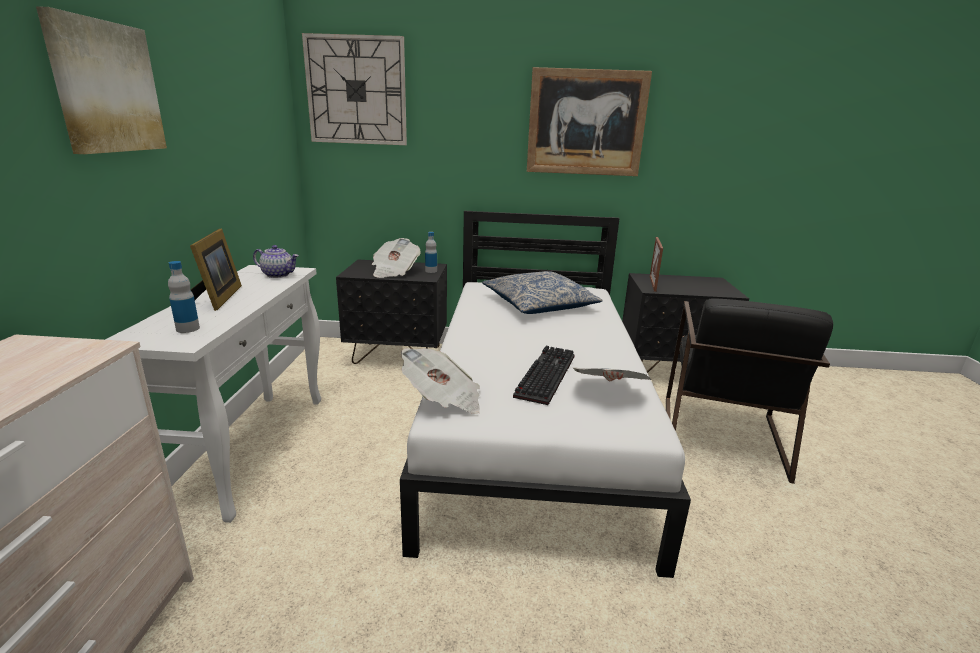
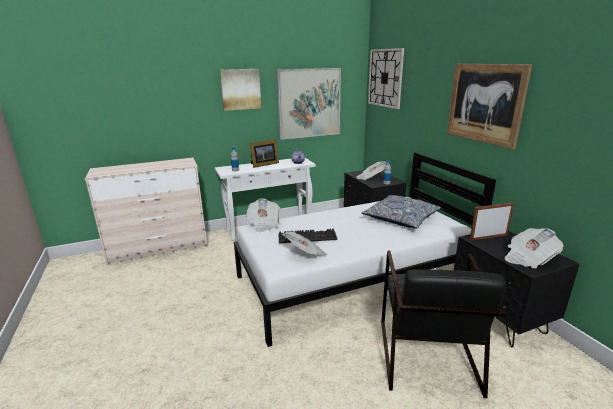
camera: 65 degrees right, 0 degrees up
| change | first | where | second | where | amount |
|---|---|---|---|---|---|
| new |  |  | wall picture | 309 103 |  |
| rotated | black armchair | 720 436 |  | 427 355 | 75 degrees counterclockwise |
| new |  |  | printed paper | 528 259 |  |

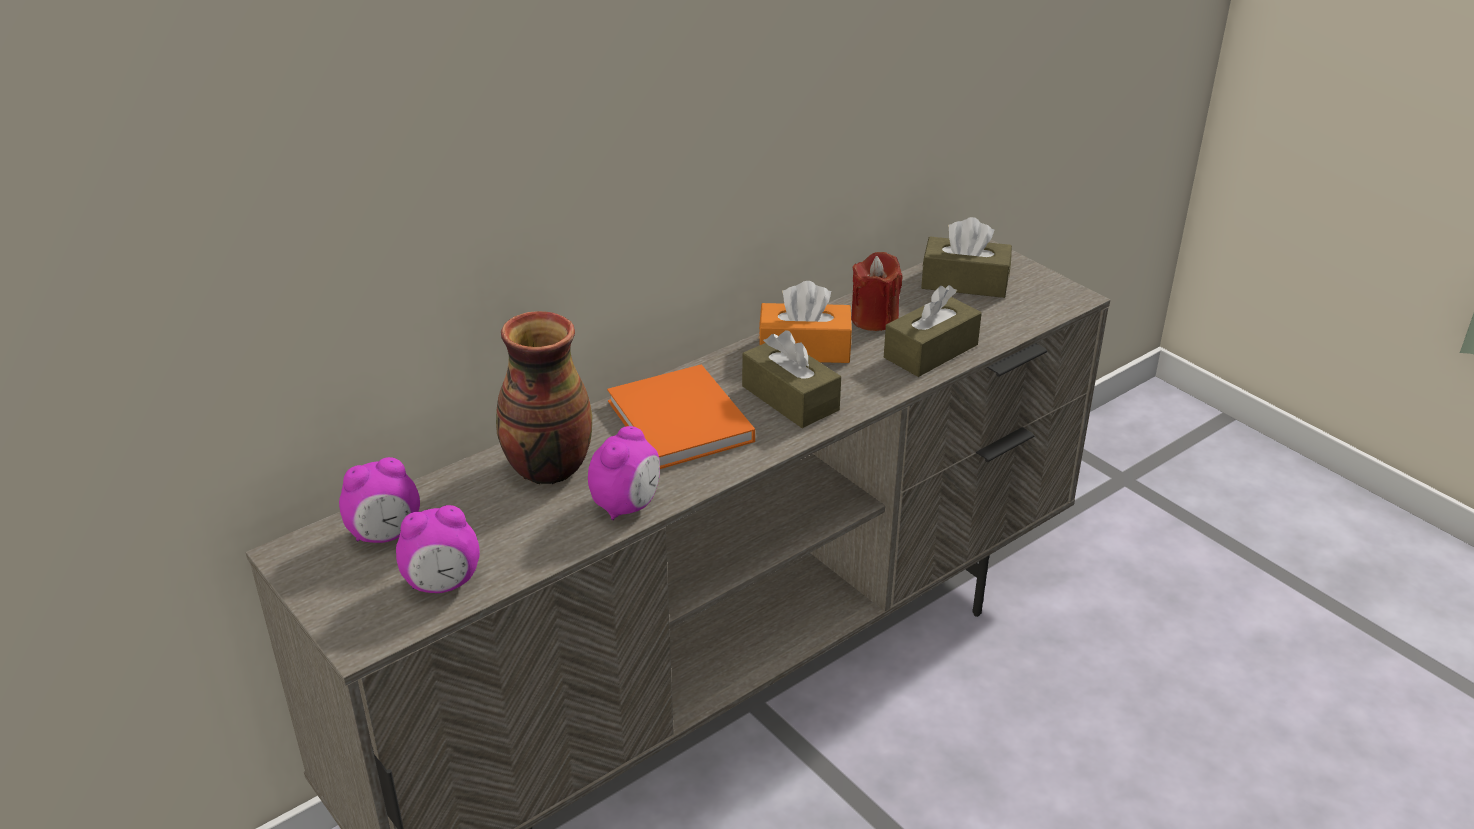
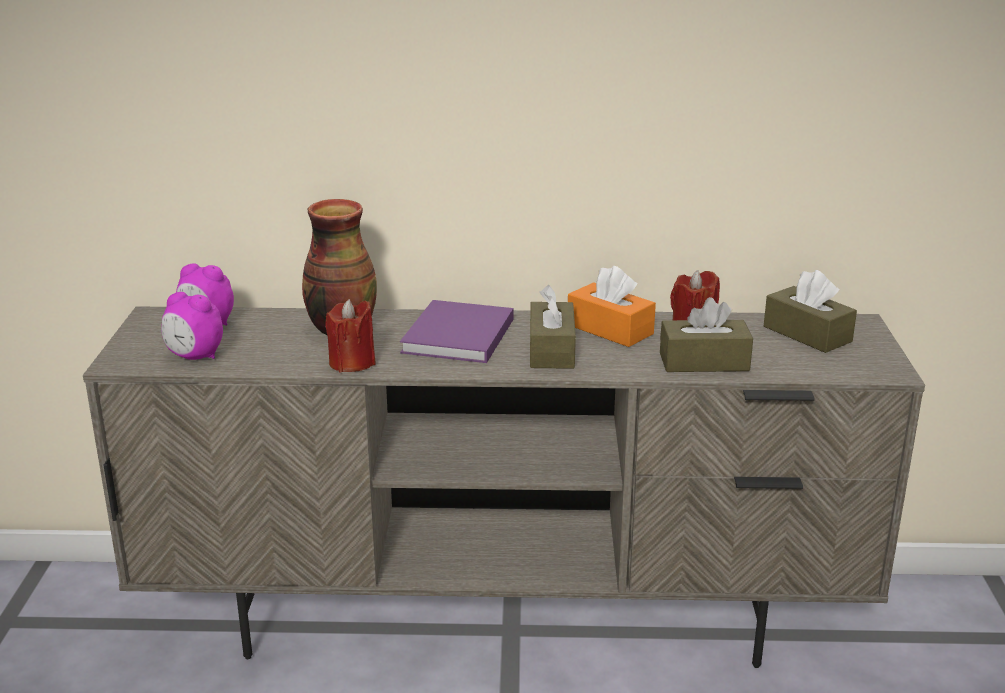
camera: 40 degrees right, 10 degrees down
| change | first | where | second | where | amount |
|---|---|---|---|---|---|
| swapped | table clock | 627 506 | red wax candle | 352 363 |  |
| repainted | orangey volume | 682 423 | purple-coloured volume | 457 337 |  |

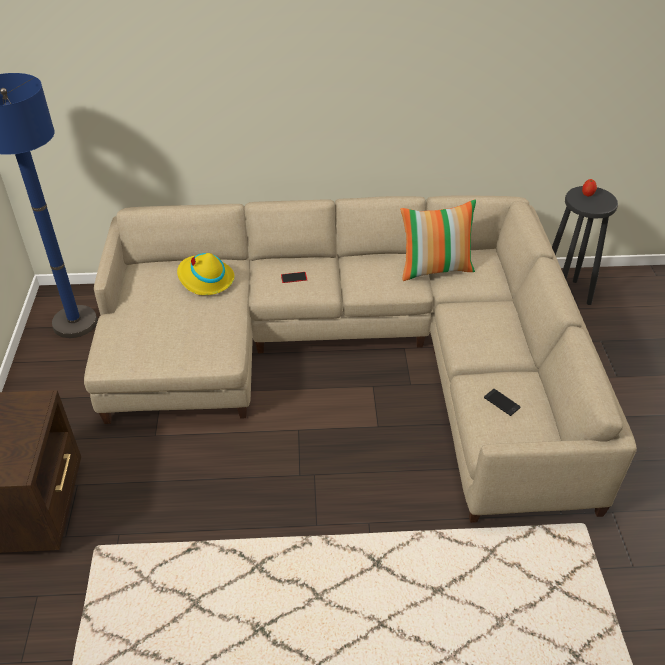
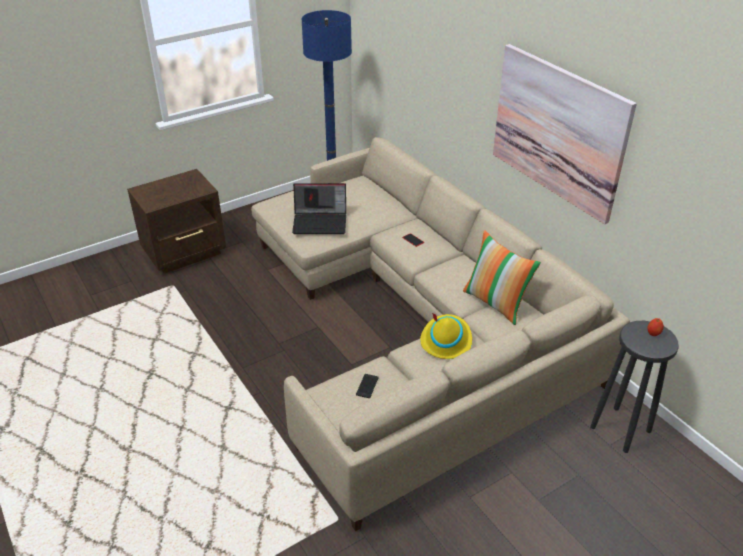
camera: 60 degrees right, 5 degrees down
| change | first | where | second | where | amount |
|---|---|---|---|---|---|
| new |  |  | laptop | 320 222 |  |
| shifted | yellowish hat | 205 279 |  | 446 340 |  |
| new |  |  | wall picture | 558 131 |  |

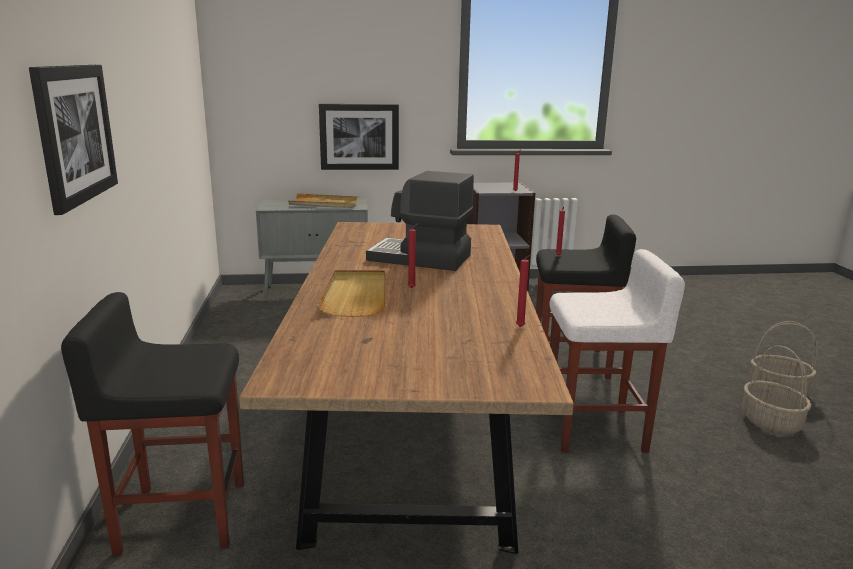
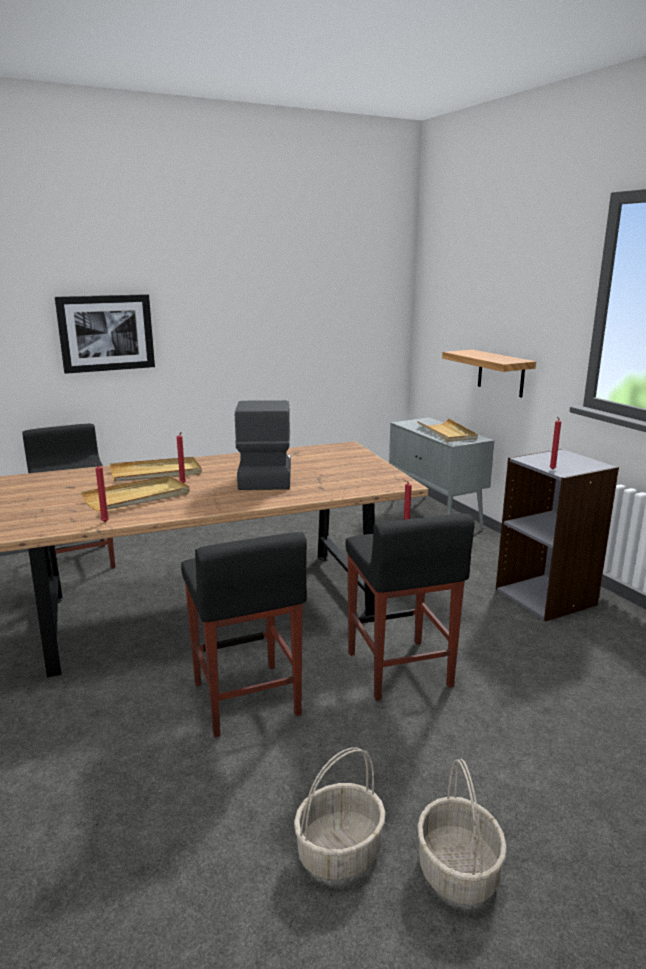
camera: 70 degrees right, 0 degrees up
| change | first | where | second | where | amount |
|---|---|---|---|---|---|
| new |  |  | sand-coloured tray | 137 497 |  |
| repainted | whitish sitting stool | 596 430 | black sitting stool | 246 699 |  |
| swapped | wall picture | 359 137 | bracket shelf | 501 373 |  |

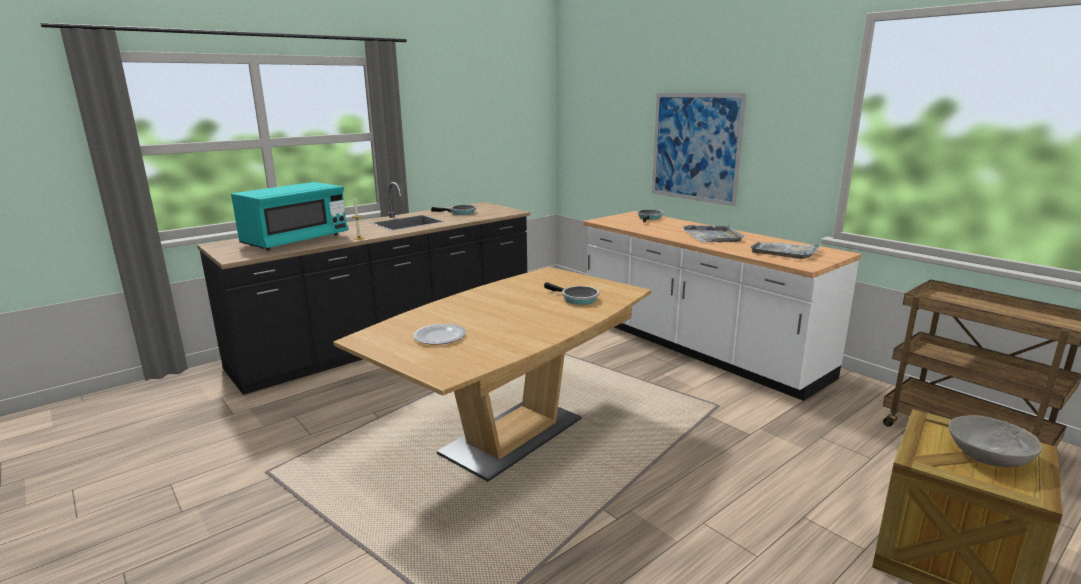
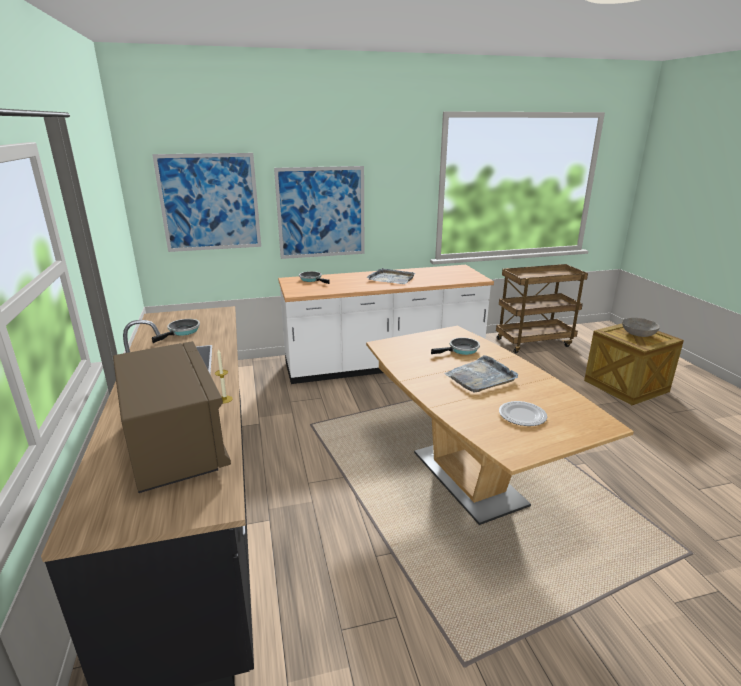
camera: 65 degrees left, 5 degrees up
| change | first | where | second | where | amount |
|---|---|---|---|---|---|
| repainted | blue-green microwave | 296 241 | brownish microwave | 175 445 |  |
| new |  |  | wall picture | 210 202 |  |
| shifted | grey tray | 785 252 |  | 481 377 |  |

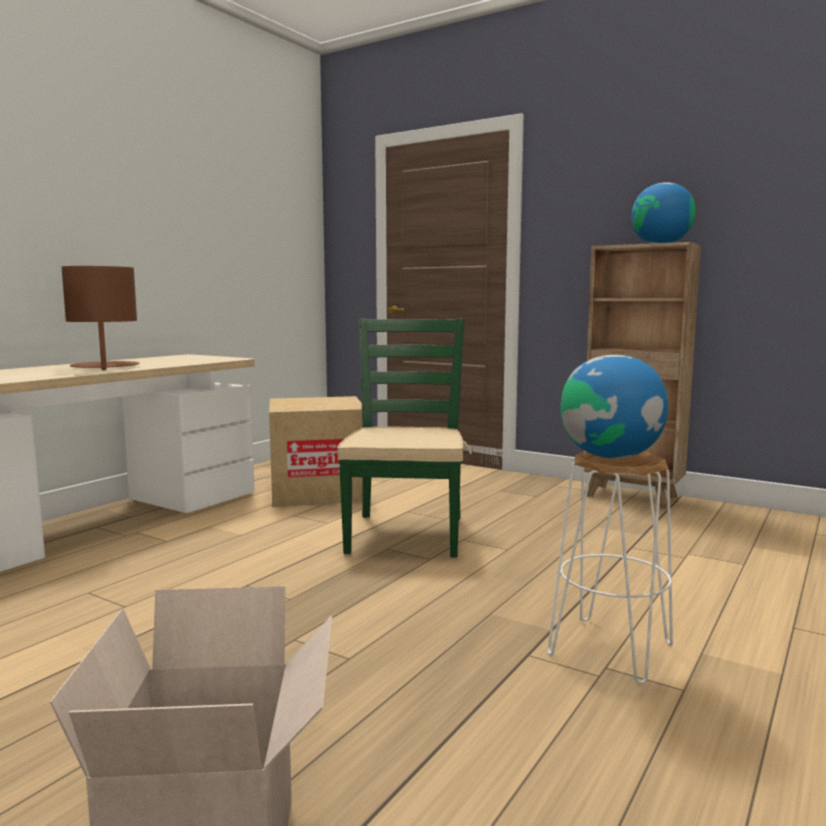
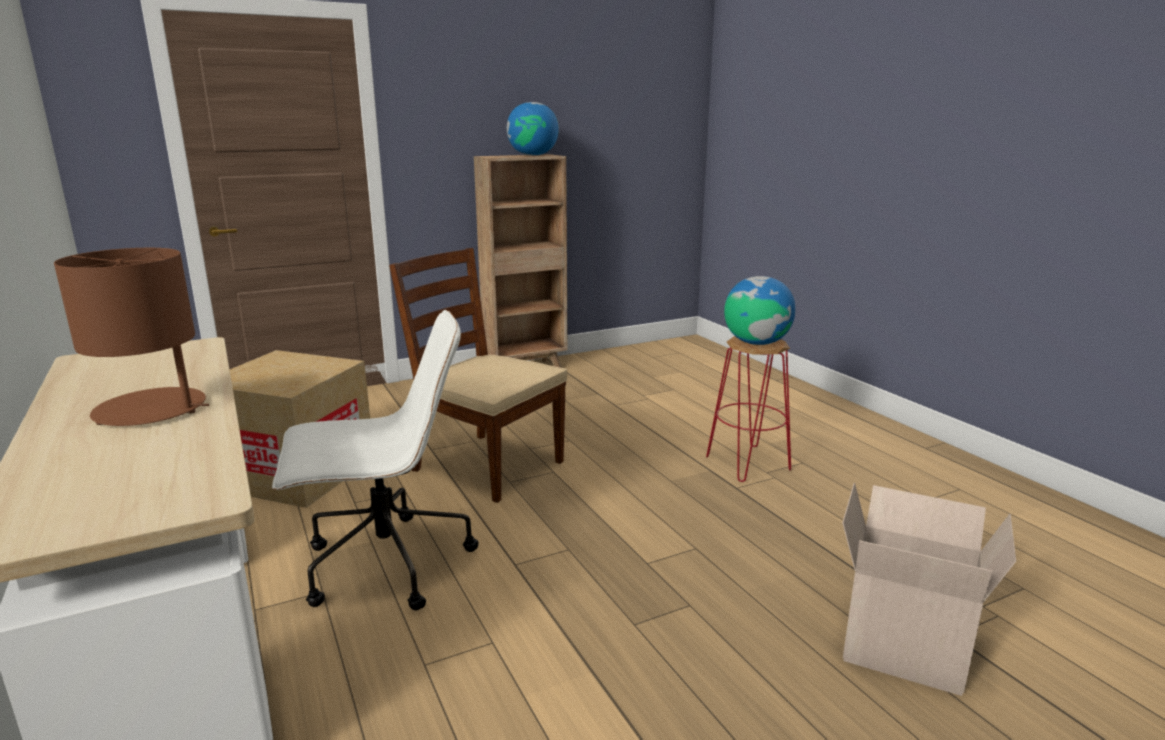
camera: 60 degrees left, 10 degrees up
| change | first | where | second | where | amount |
|---|---|---|---|---|---|
| new |  |  | whitish office chair | 384 565 |  |
| repainted | green upright chair | 406 534 | brownish upright chair | 486 465 |  |
| repainted | whitish sitting stool | 610 649 | red sitting stool | 747 463 |  |

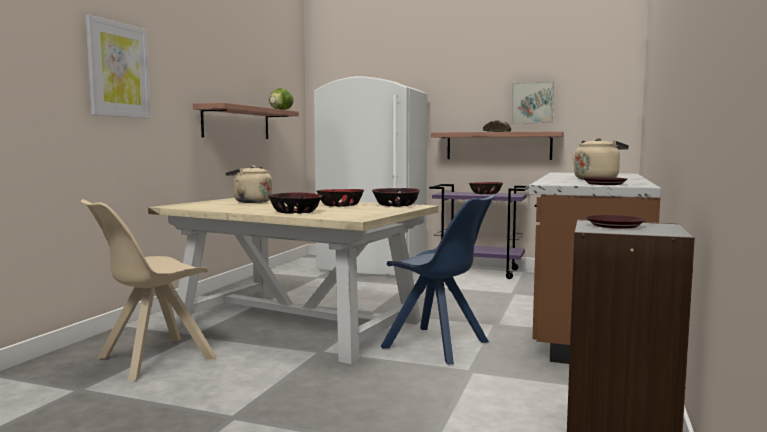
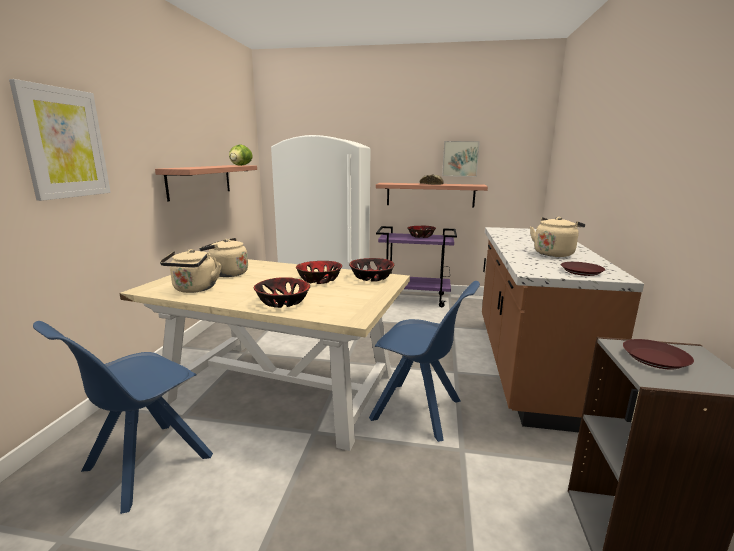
camera: 10 degrees left, 10 degrees up
| change | first | where | second | where | amount |
|---|---|---|---|---|---|
| repainted | sand-coloured upright chair | 153 359 | blue upright chair | 145 465 |  |
| new |  |  | sand-coloured tea kettle | 194 289 |  |

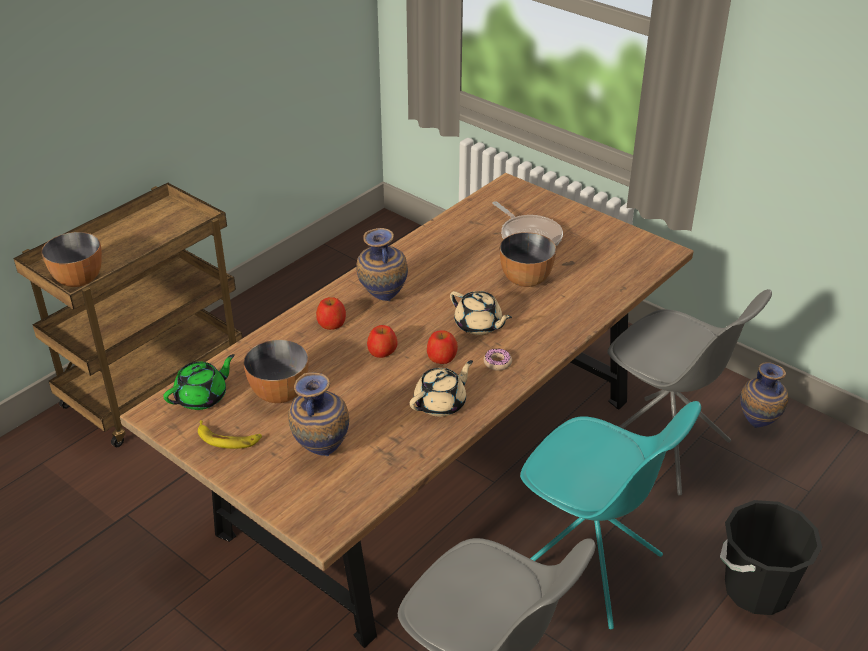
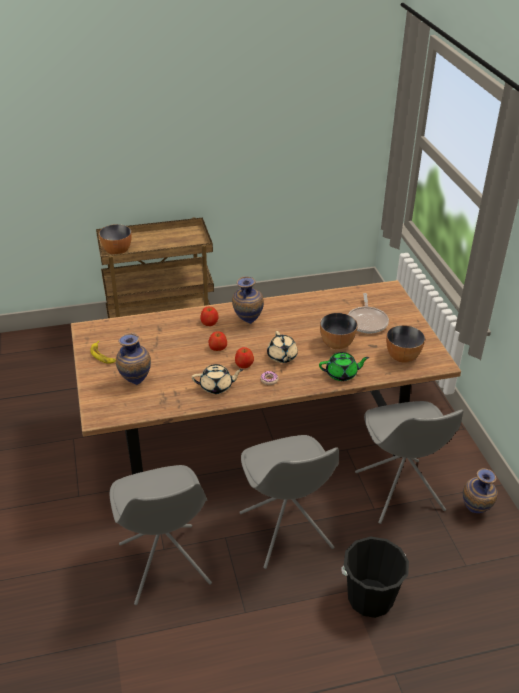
camera: 35 degrees right, 0 degrees up
| change | first | where | second | where | amount |
|---|---|---|---|---|---|
| repainted | blue-green upright chair | 590 568 | grey upright chair | 286 532 |  |
| shifted | green pot for tea | 202 397 |  | 342 374 |  |
| shifted | bowl | 279 393 |  | 402 357 |  |

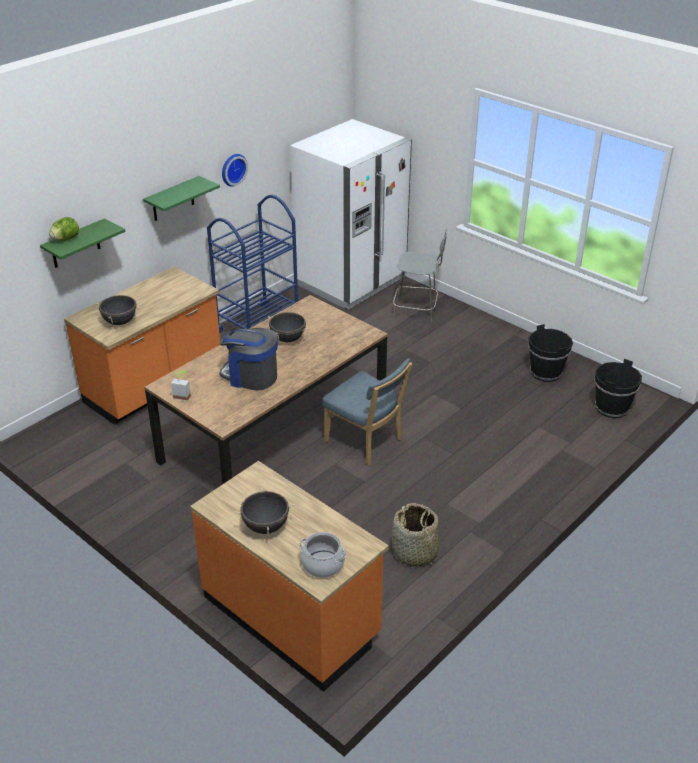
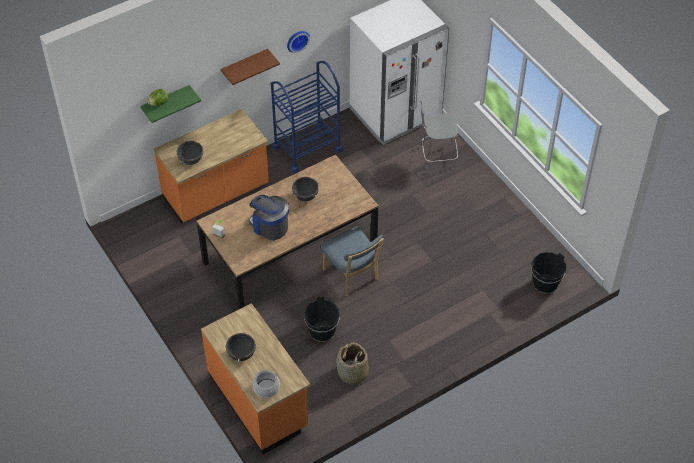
camera: 15 degrees right, 15 degrees up
| change | first | where | second | where | amount |
|---|---|---|---|---|---|
| repainted | green bracket shelf | 173 199 | brownish bracket shelf | 244 66 |  |
| shifted | black water bucket | 545 373 |  | 322 332 |  |
| rotated | grey upright chair | 417 310 |  | 437 156 | 150 degrees clockwise |

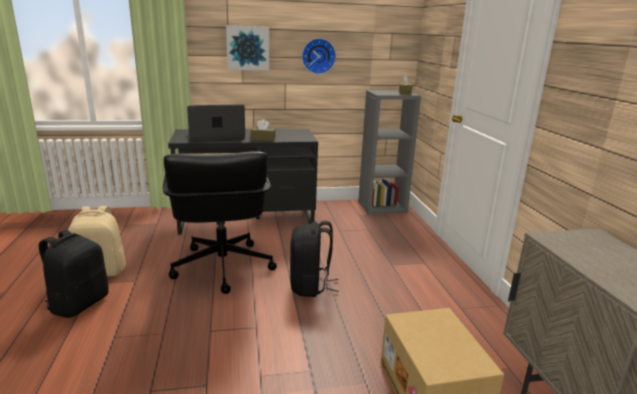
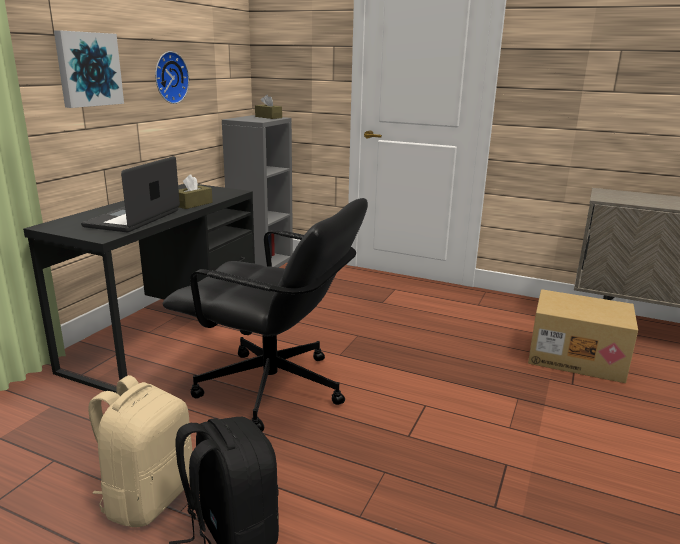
camera: 55 degrees left, 0 degrees up
| change | first | where | second | where | amount |
|---|---|---|---|---|---|
| gone | black rucksack | 310 286 |  |  |  |

